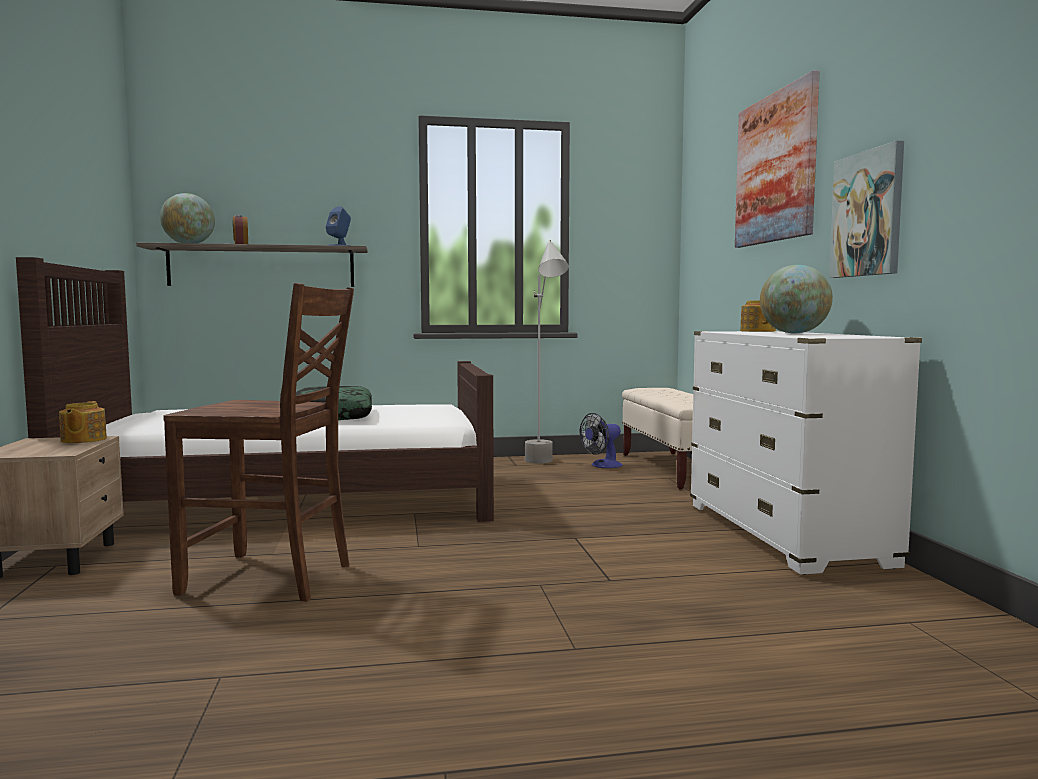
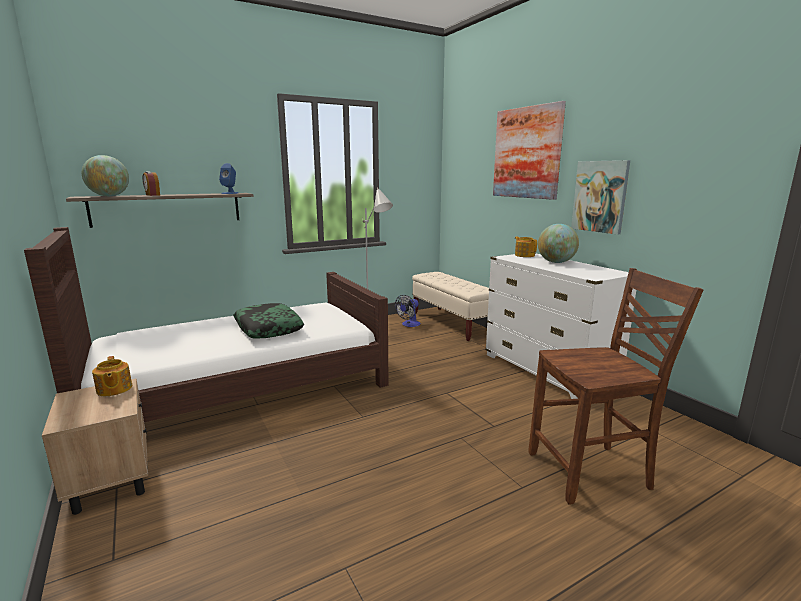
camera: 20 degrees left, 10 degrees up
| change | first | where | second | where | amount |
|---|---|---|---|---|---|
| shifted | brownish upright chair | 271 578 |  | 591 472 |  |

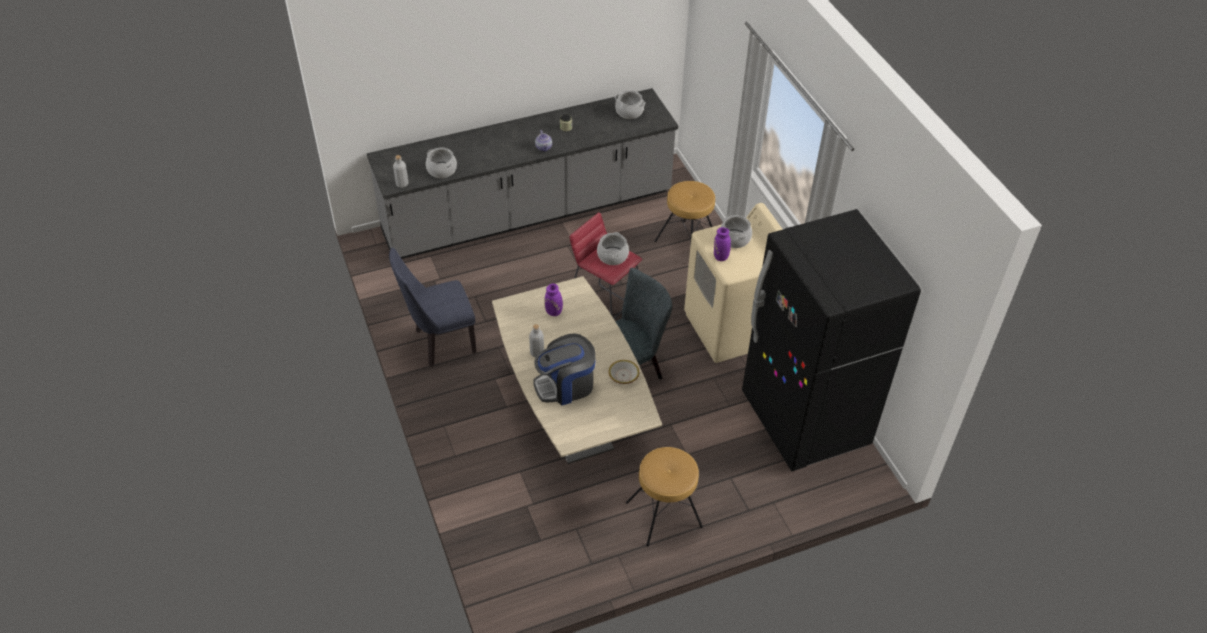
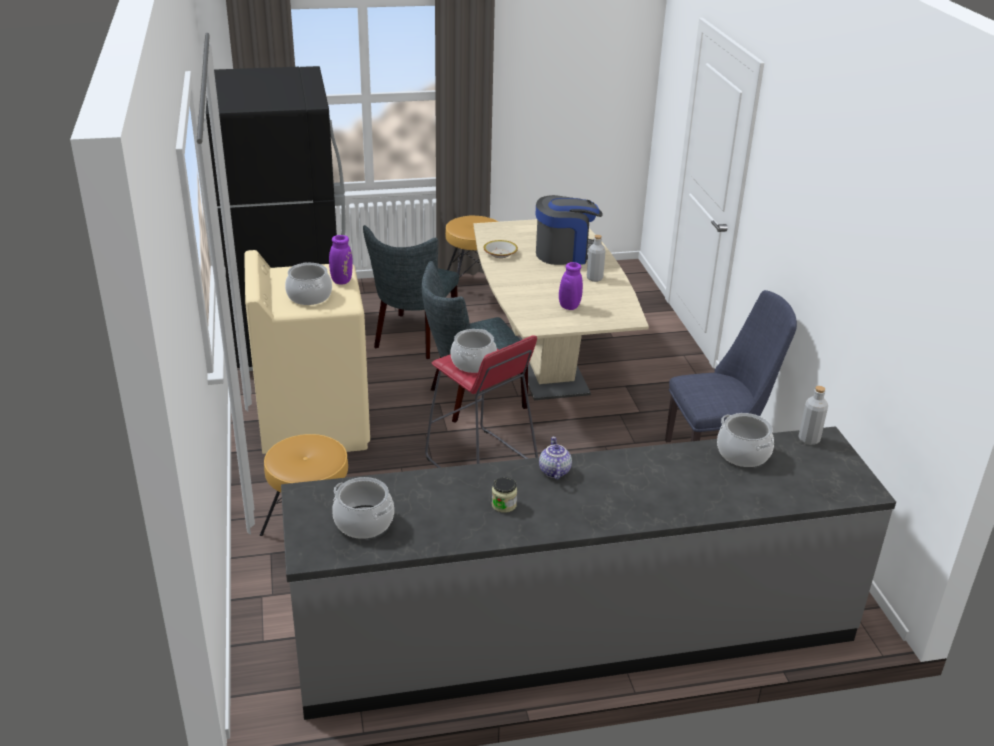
camera: 170 degrees left, 15 degrees down
| change | first | where | second | where | amount |
|---|---|---|---|---|---|
| new |  |  | grey upright chair | 413 339 |  |

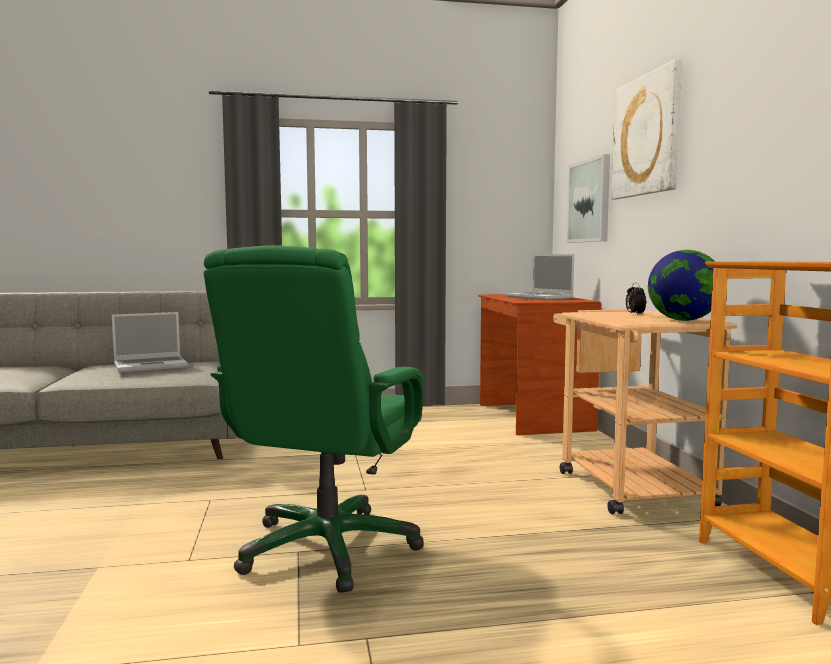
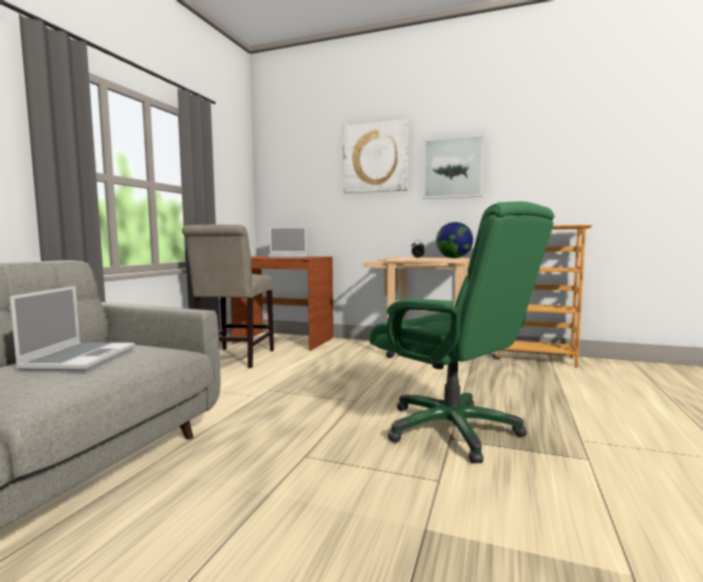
camera: 60 degrees left, 0 degrees up
| change | first | where | second | where | amount |
|---|---|---|---|---|---|
| new |  |  | sand-coloured upright chair | 234 359 |  |
| shifted | wall picture | 589 201 |  | 453 168 |  |

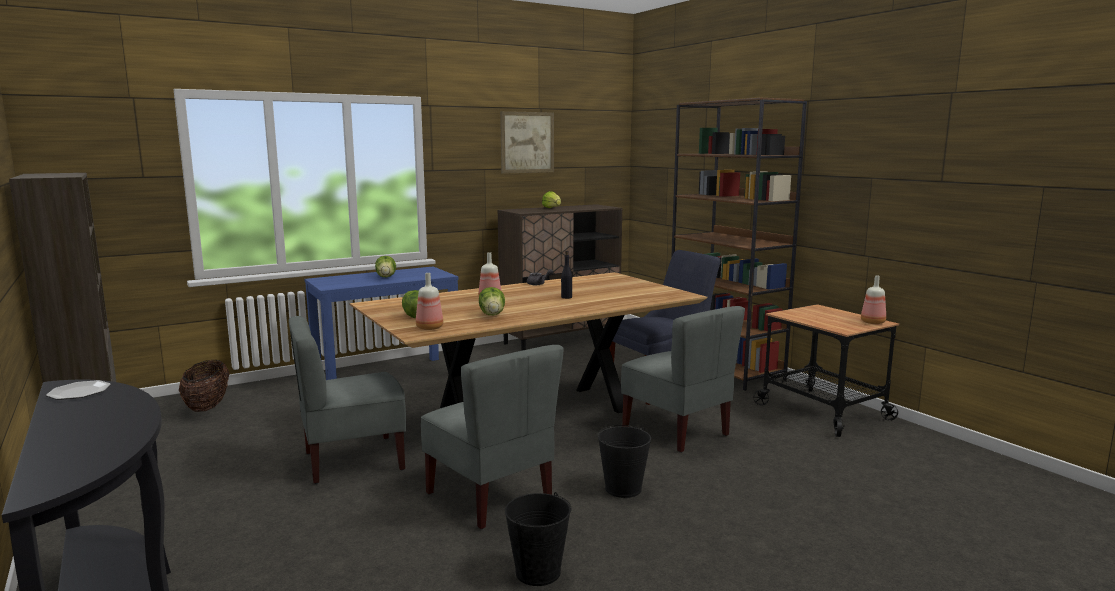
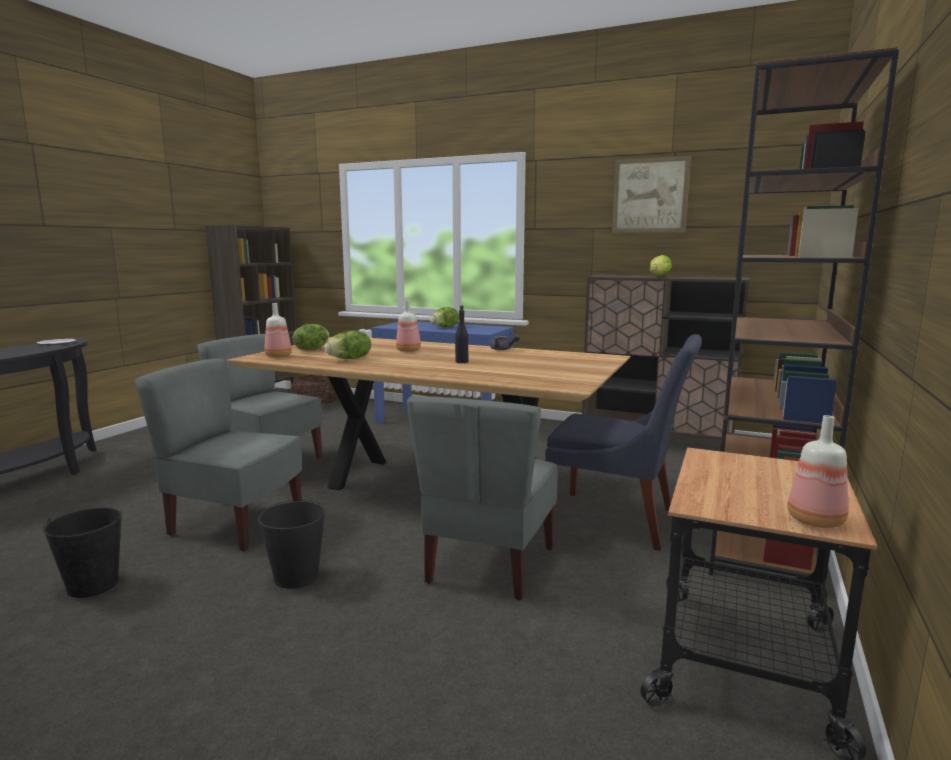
camera: 55 degrees right, 0 degrees up
| change | first | where | second | where | amount |
|---|---|---|---|---|---|
| rotated | grey upright chair | 491 497 |  | 235 524 | 90 degrees clockwise |

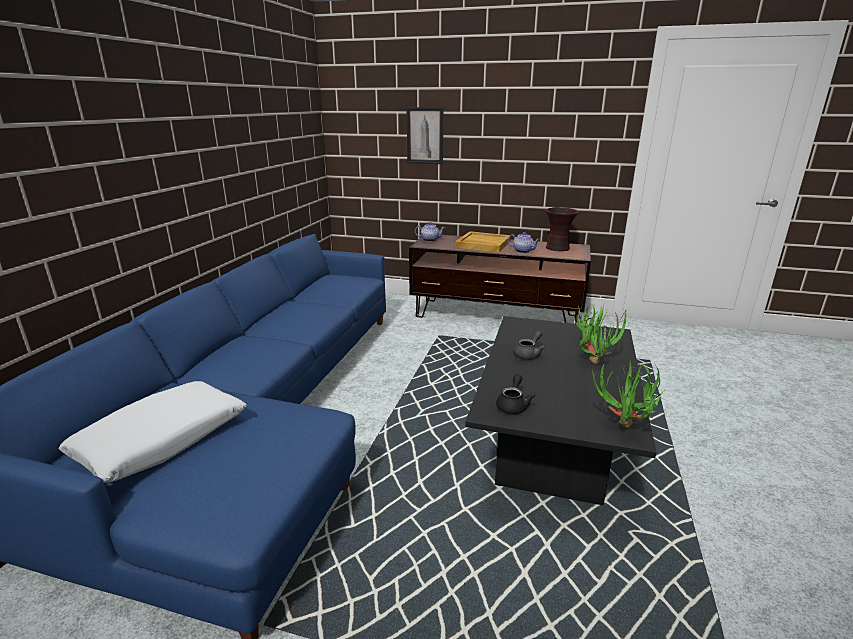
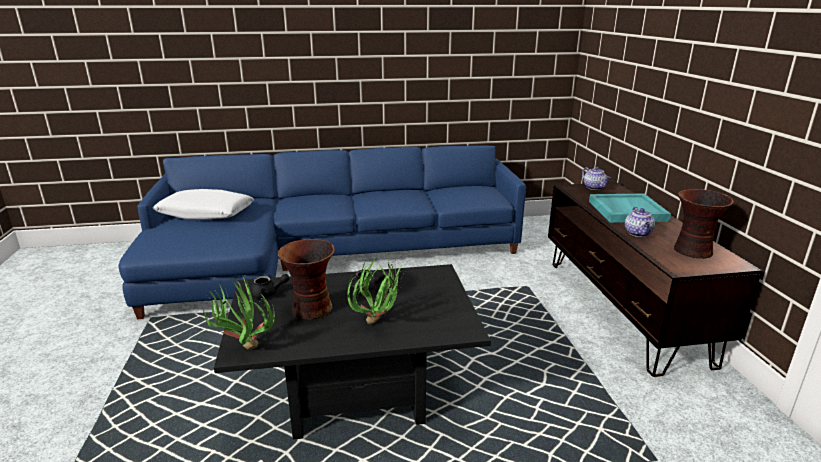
camera: 65 degrees right, 0 degrees up
| change | first | where | second | where | amount |
|---|---|---|---|---|---|
| new |  |  | decorative vase | 311 309 |  |
| repainted | sand-coloured tray | 482 244 | blue-green tray | 626 210 |  |
| gone | wall picture | 425 136 |  |  |  |

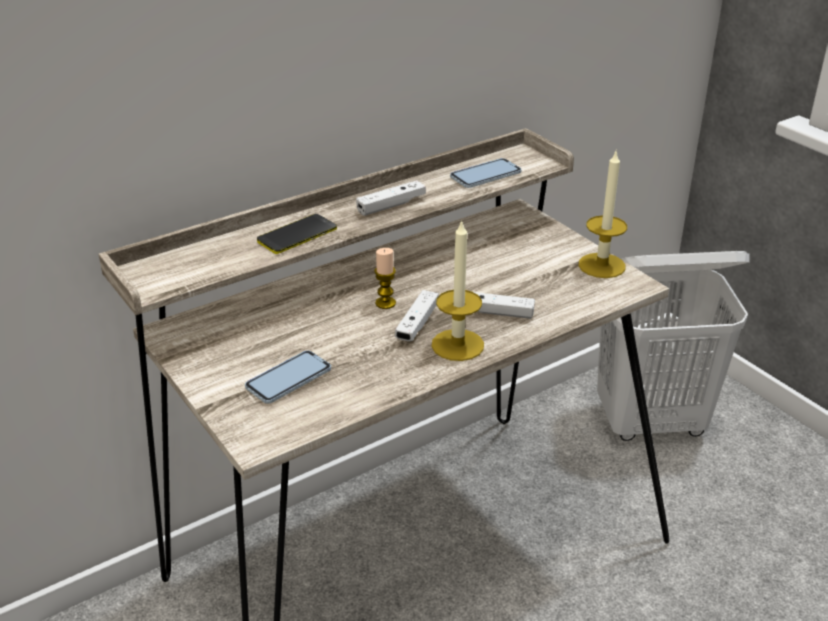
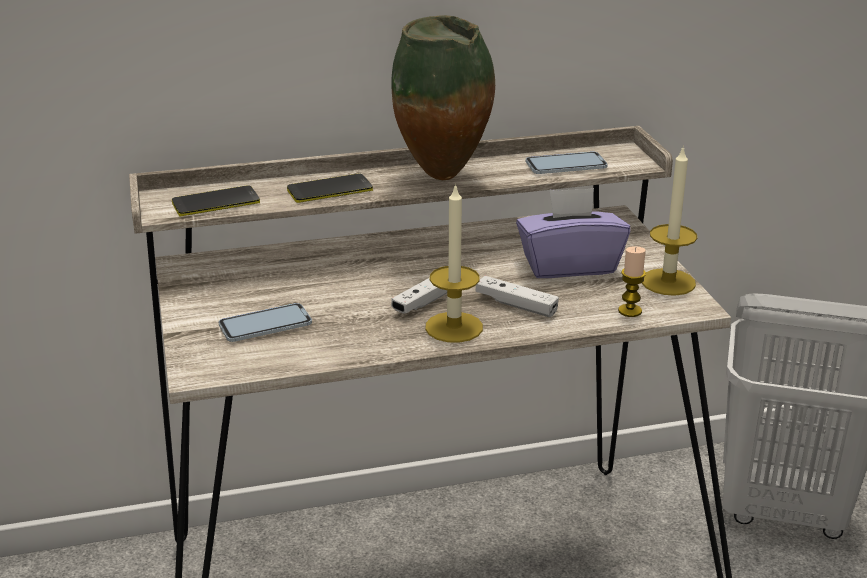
camera: 20 degrees right, 5 degrees down
| change | first | where | second | where | amount |
|---|---|---|---|---|---|
| new |  |  | handset | 216 202 |  |
| swapped | whitish game controller | 391 205 | decorative vase | 444 178 |  |
| new |  |  | purple-coloured tissue box | 569 265 |  |
| shifted | wax candle | 385 303 |  | 630 311 |  |

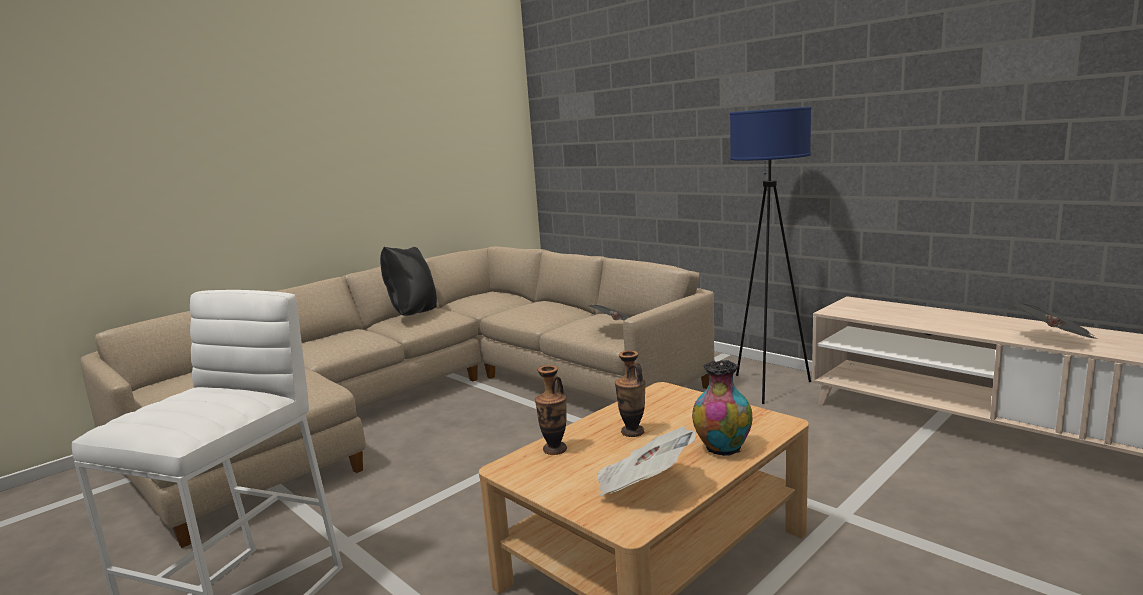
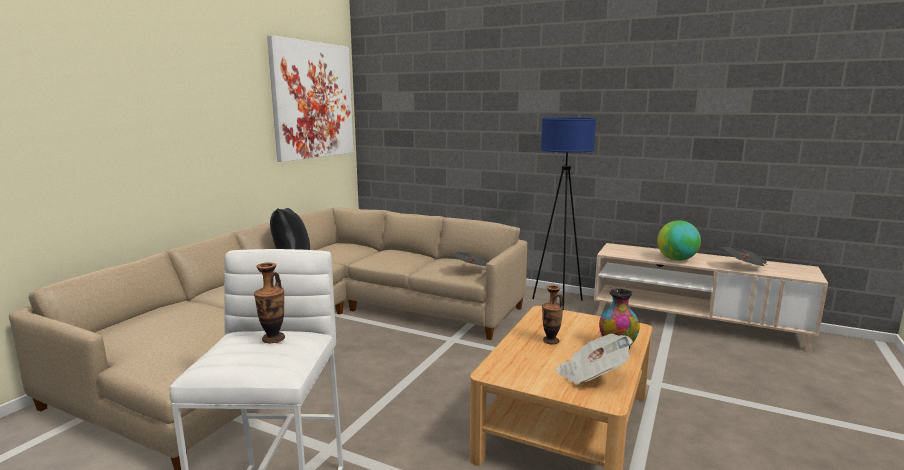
camera: 20 degrees left, 0 degrees up
| change | first | where | second | where | amount |
|---|---|---|---|---|---|
| shifted | decorative vase | 554 449 |  | 273 339 |  |
| new |  |  | wall picture | 313 100 |  |
| new |  |  | globe | 676 259 |  |

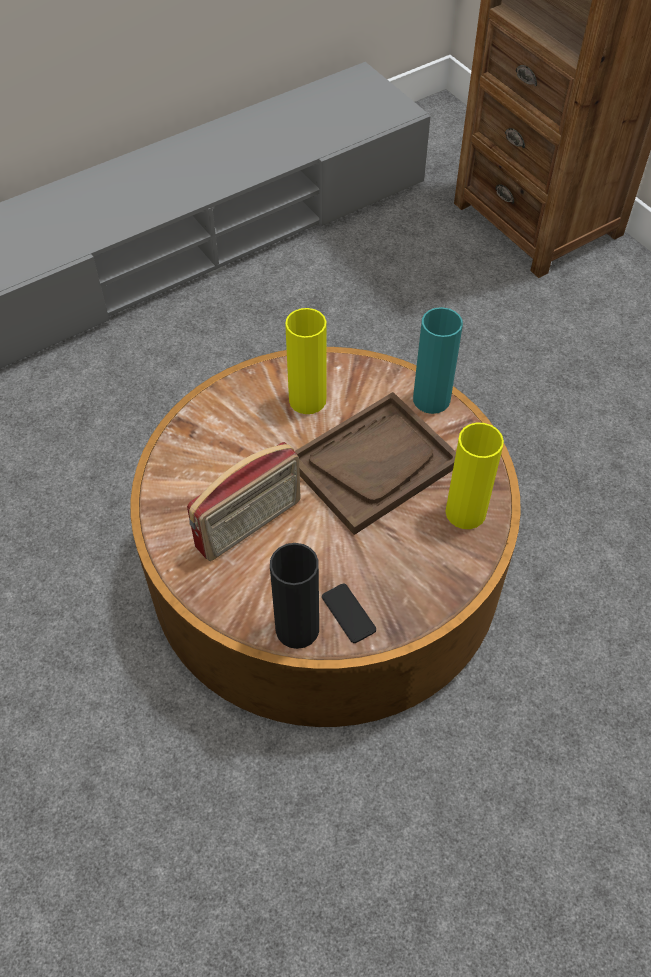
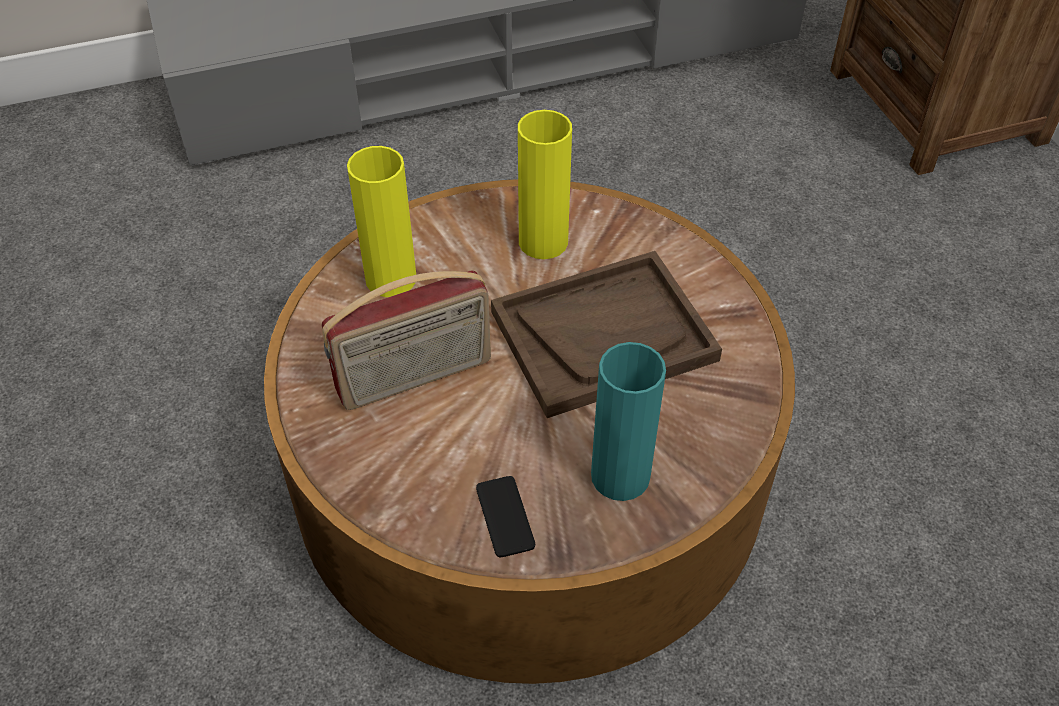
camera: 15 degrees right, 5 degrees down
| change | first | where | second | where | amount |
|---|---|---|---|---|---|
| shifted | yellowish decorative vase | 465 512 |  | 391 279 |  |
| shifted | blue-green decorative vase | 431 399 |  | 620 476 |  |
| gone | black decorative vase | 297 629 |  |  |  |

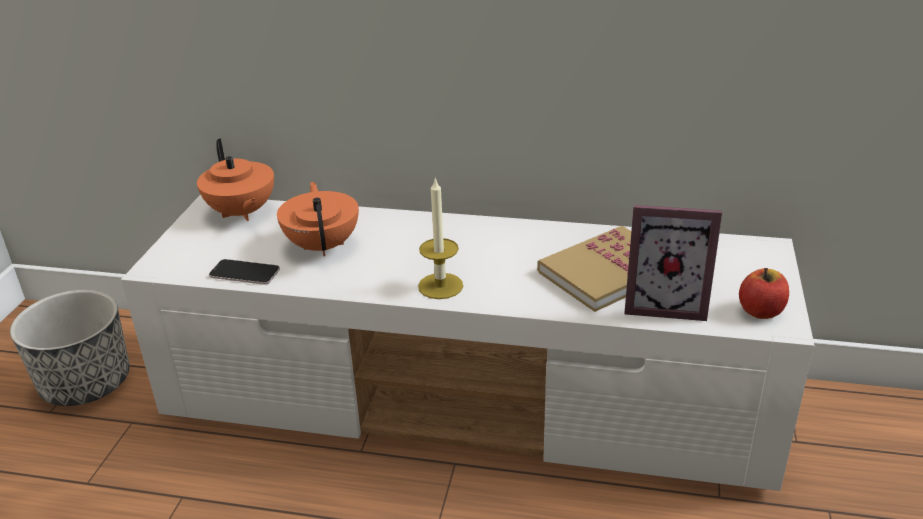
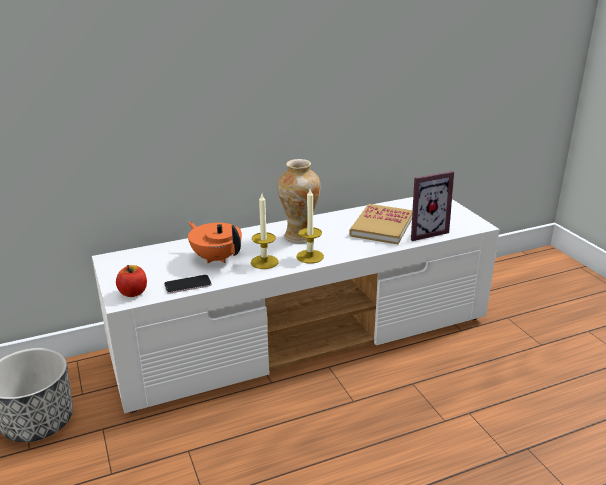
camera: 35 degrees left, 5 degrees down
| change | first | where | second | where | amount |
|---|---|---|---|---|---|
| shifted | apple fruit | 761 311 |  | 133 292 |  |
| new |  |  | wax candle | 264 262 |  |
| new |  |  | decorative vase | 299 236 |  |
| gone | orangey pot for tea | 241 213 |  |  |  |

